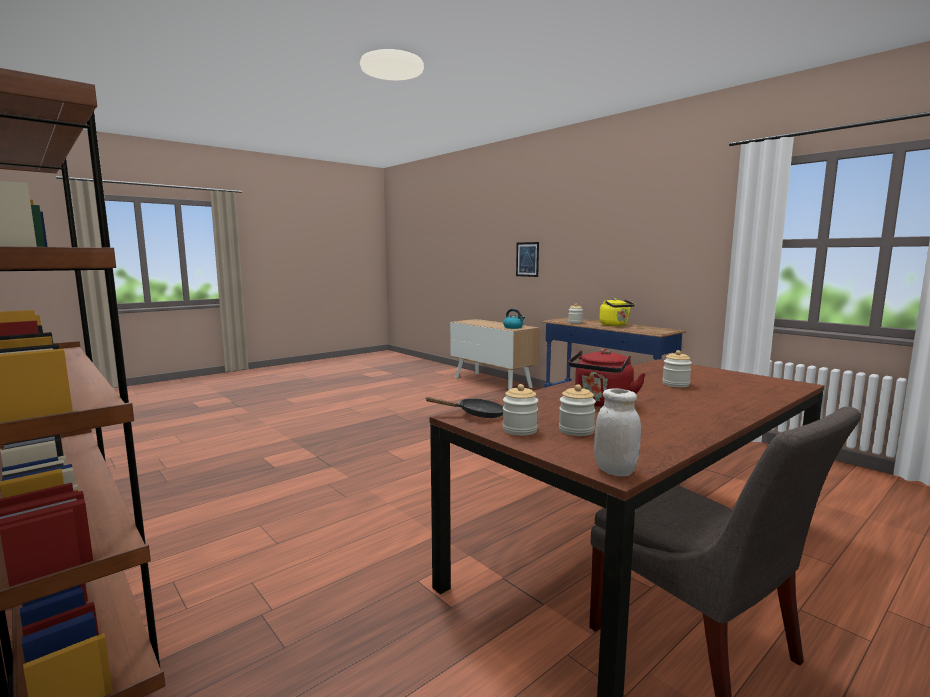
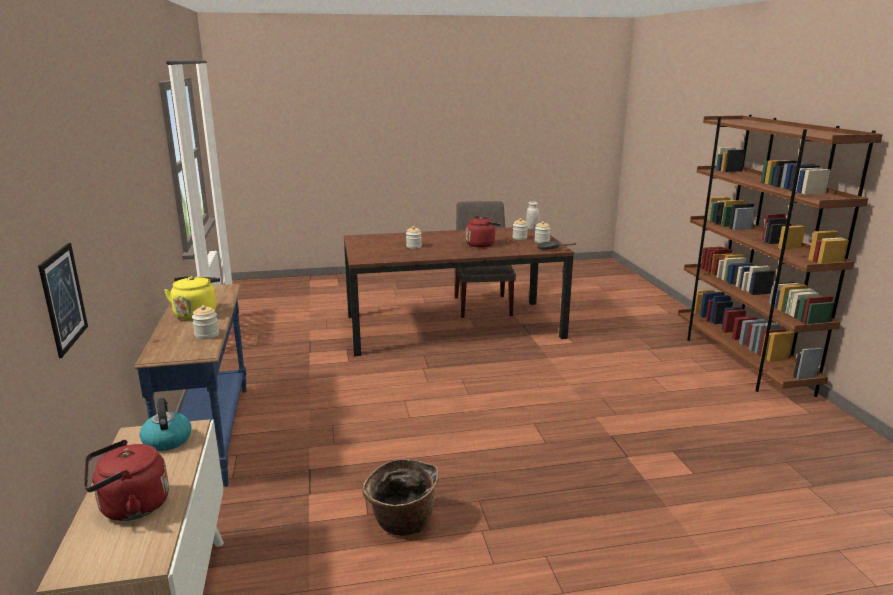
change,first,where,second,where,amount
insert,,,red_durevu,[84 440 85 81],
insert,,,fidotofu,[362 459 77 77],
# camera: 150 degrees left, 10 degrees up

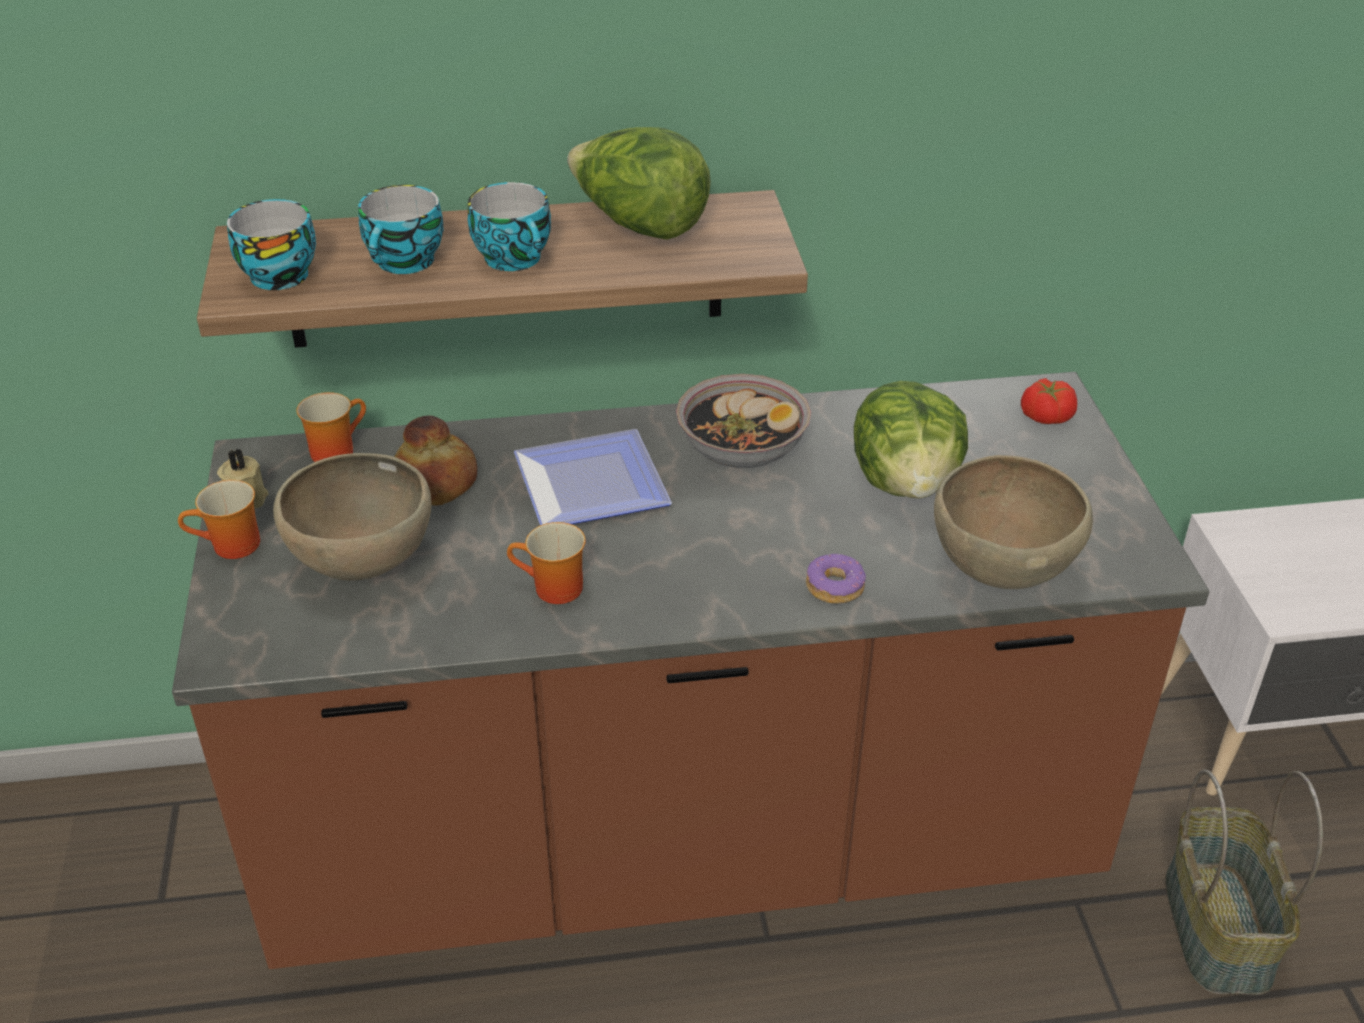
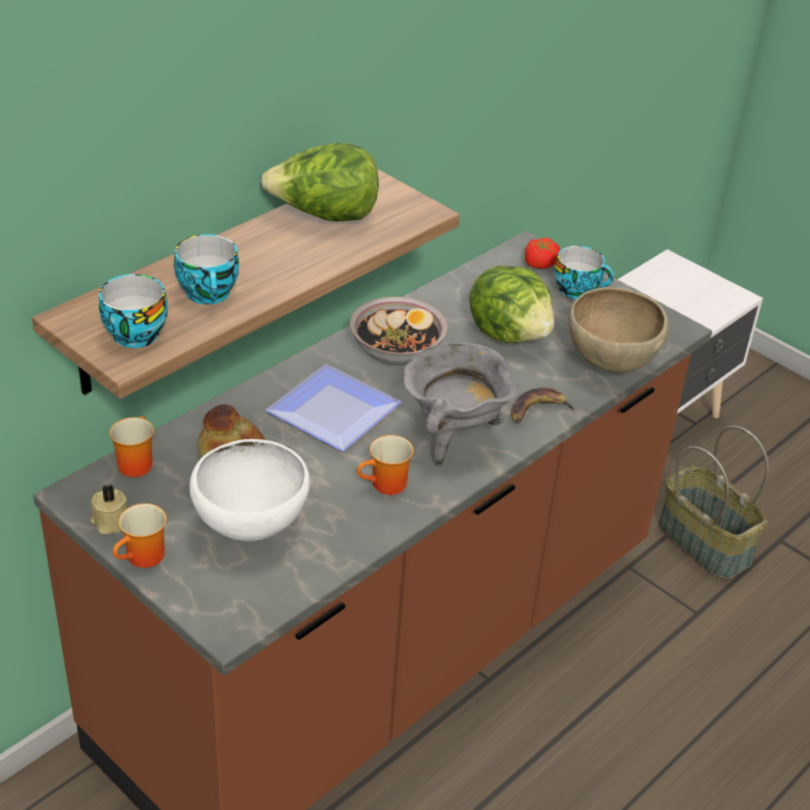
change,first,where,second,where,amount
recolor,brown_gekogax,[273 453 159 128],white_gekogax,[189 439 121 102],
move,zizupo,[468 182 83 89],,[554 246 60 54],
replace,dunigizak,[806 554 60 50],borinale,[511 388 65 35],
insert,,,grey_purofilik,[403 343 115 123],
# camera: 40 degrees left, 0 degrees up

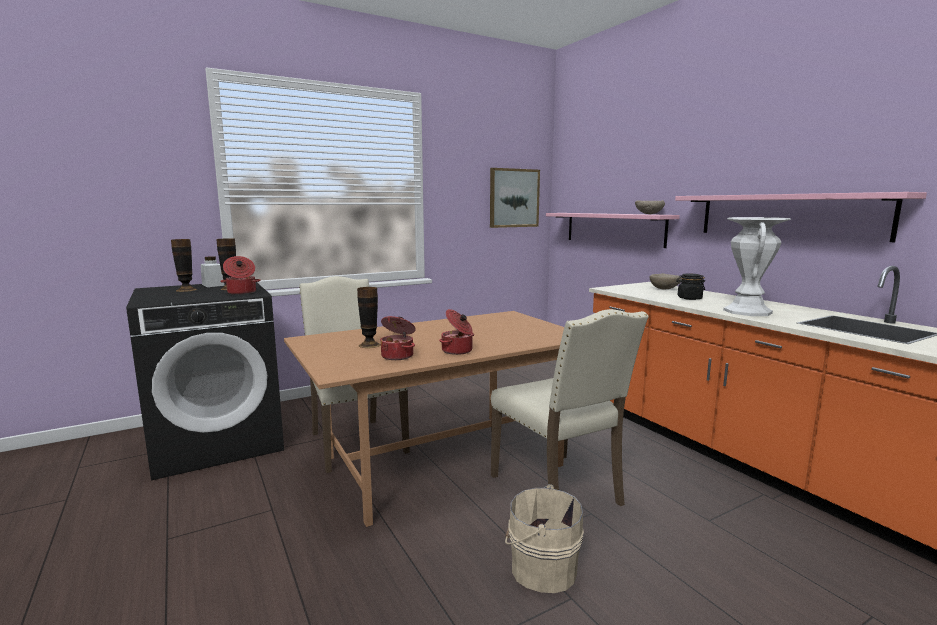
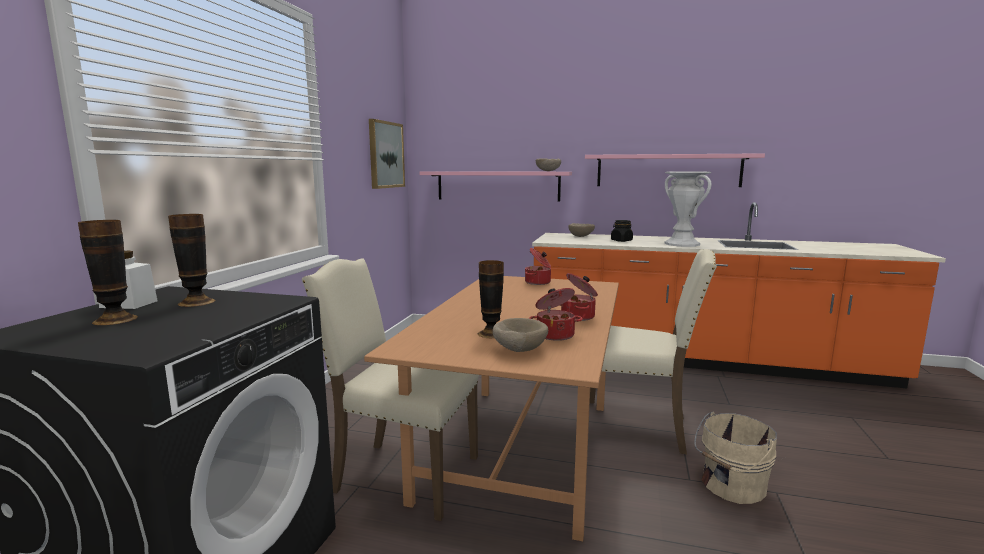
change,first,where,second,where,amount
move,purofilik,[220 256 41 39],,[525 248 26 37],
insert,,,beige_gekogax,[493 318 55 34],
# camera: 45 degrees left, 0 degrees up

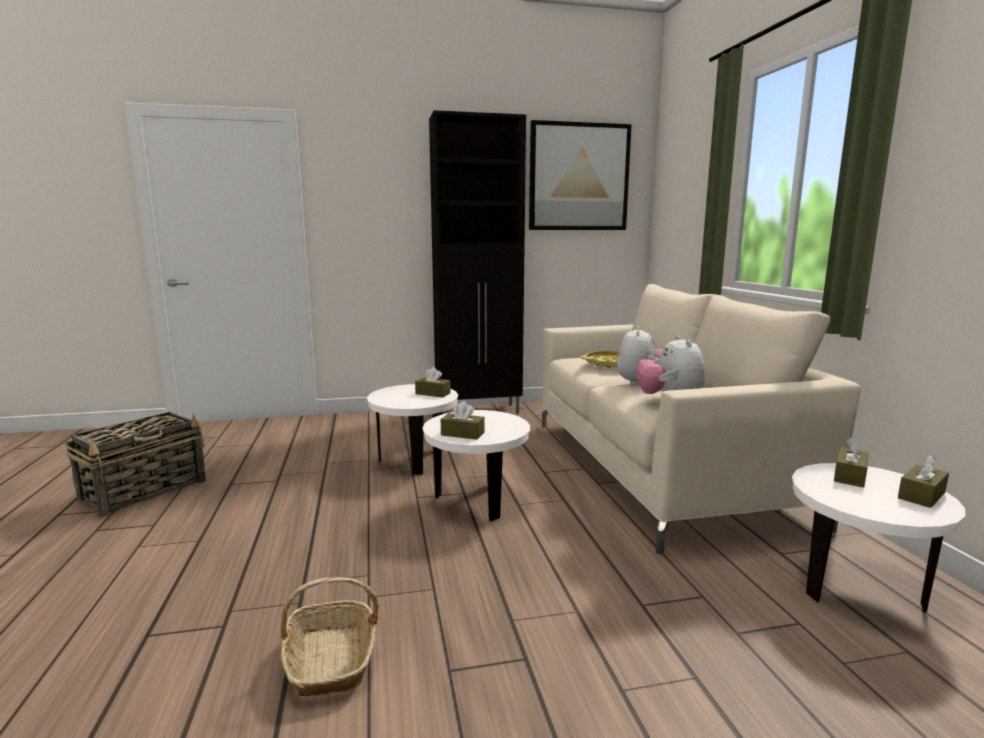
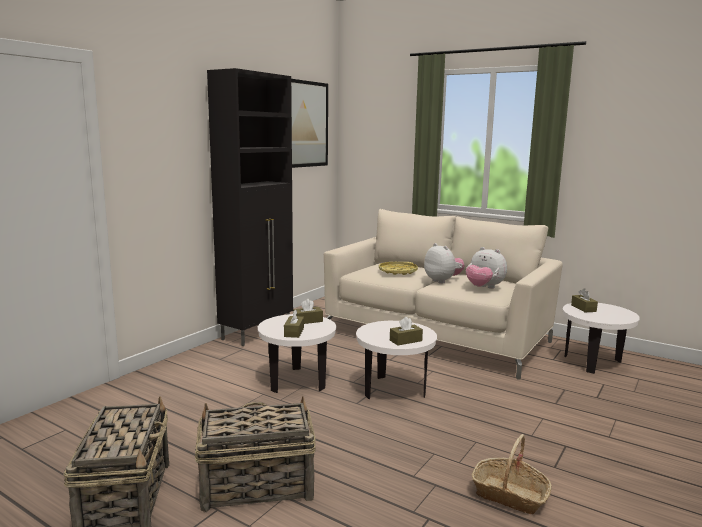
change,first,where,second,where,amount
move,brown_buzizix,[898 455 51 53],,[284 309 20 29],
insert,,,fidotofu,[195 396 121 116],
# camera: 45 degrees left, 0 degrees up

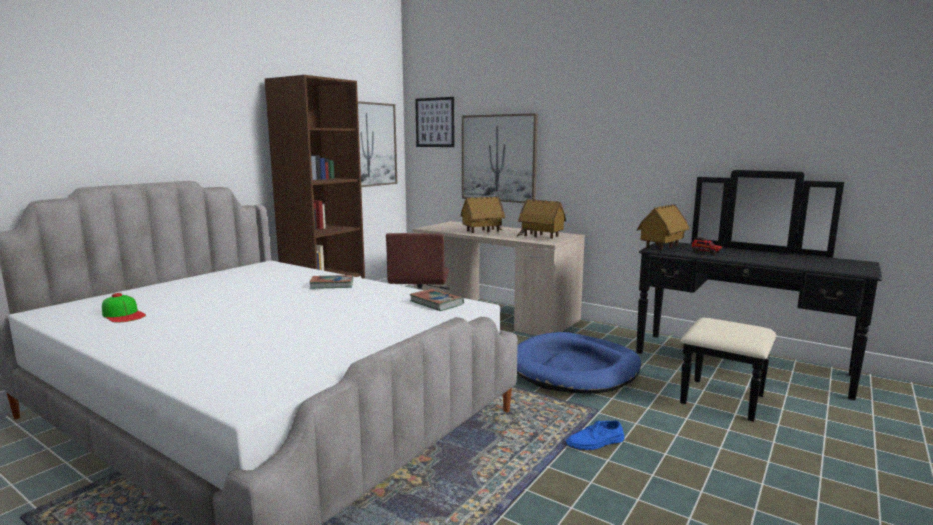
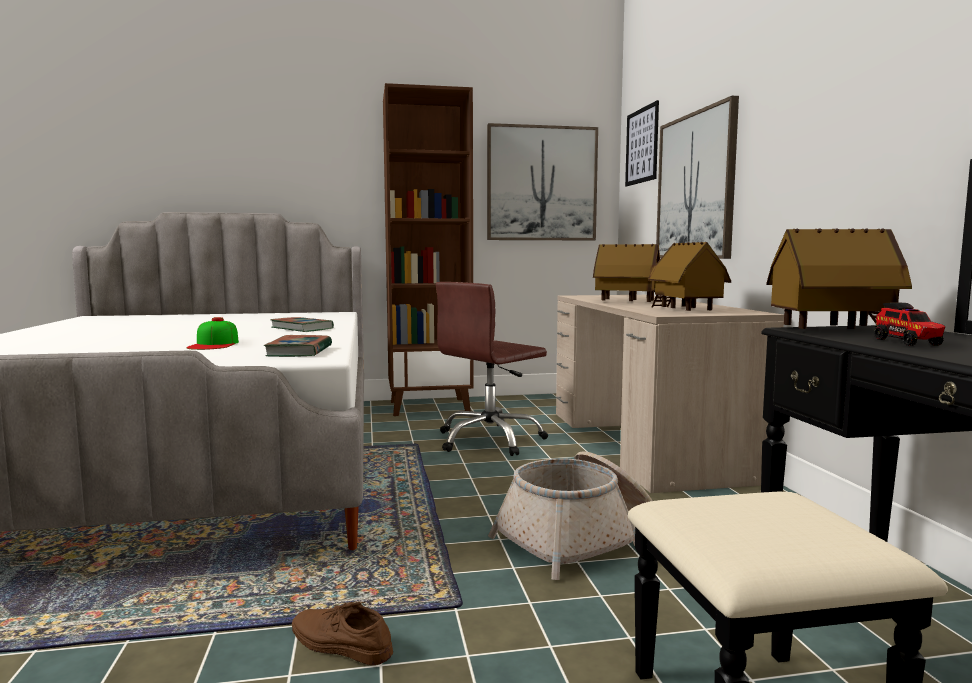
change,first,where,second,where,amount
move,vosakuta,[102 293 44 29],,[186 317 53 33],
replace,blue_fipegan,[517 332 124 61],fidotofu,[488 451 165 129],
recolor,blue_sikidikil,[565 419 59 31],brown_sikidikil,[292 602 101 63],
# camera: 45 degrees right, 5 degrees down

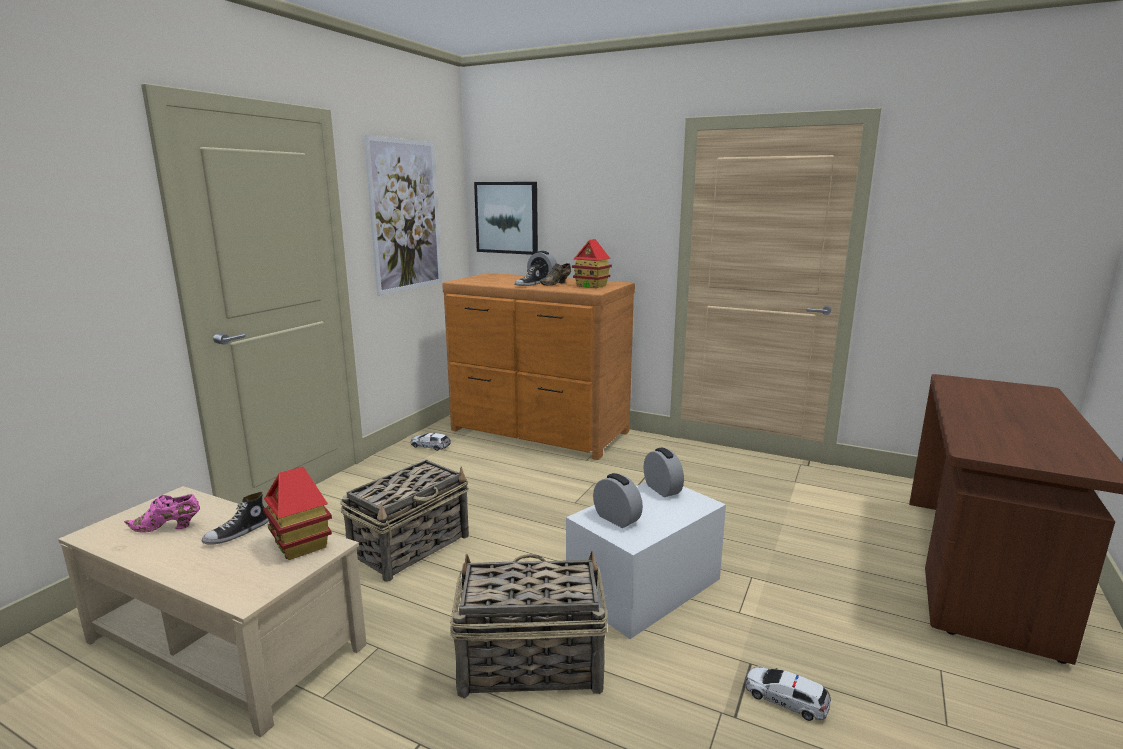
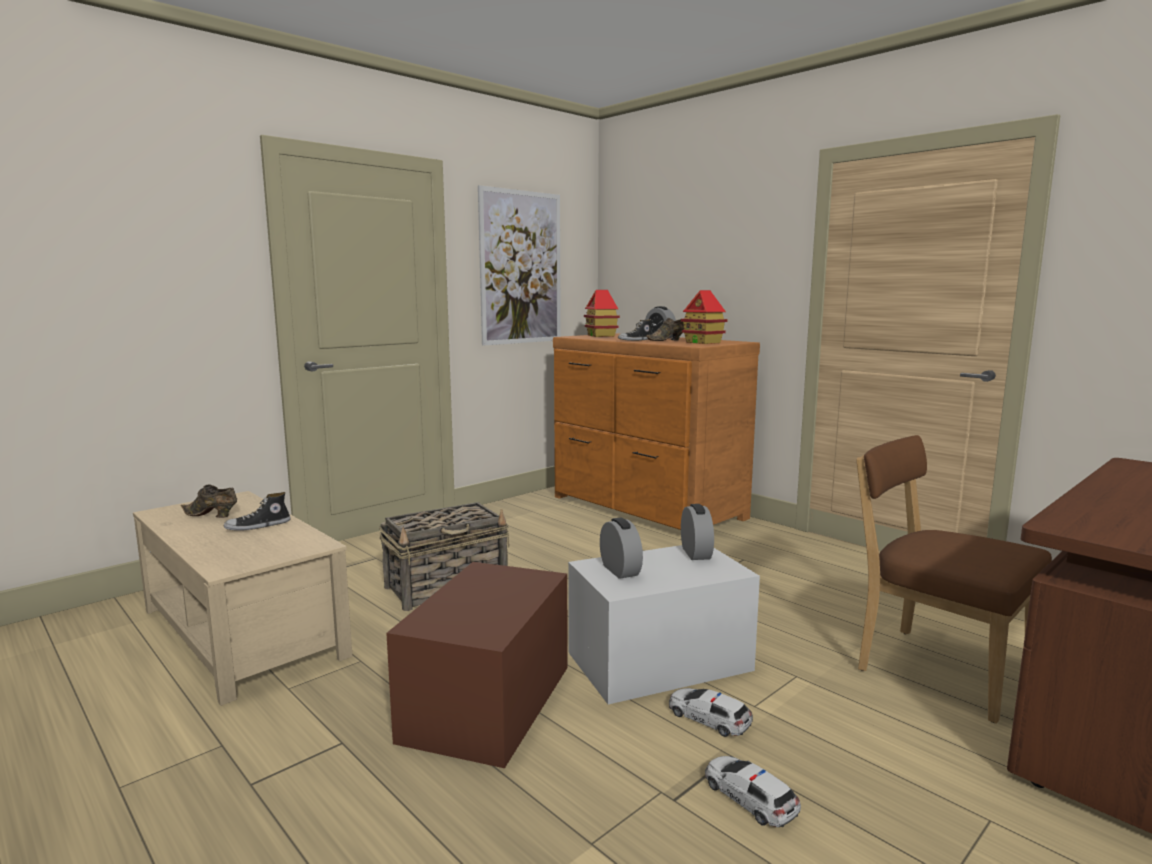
change,first,where,second,where,amount
recolor,pink_sikidikil,[124 494 76 39],brown_sikidikil,[181 484 56 34],
move,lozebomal,[263 467 69 93],,[584 290 36 47],
move,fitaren,[411 433 40 18],,[669 688 84 49],
replace,fidotofu,[450 551 157 148],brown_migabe,[386 562 182 206],
delete,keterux,[474 182 64 73],,,
insert,,,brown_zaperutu,[856 435 196 289],
# camera: 20 degrees right, 5 degrees down

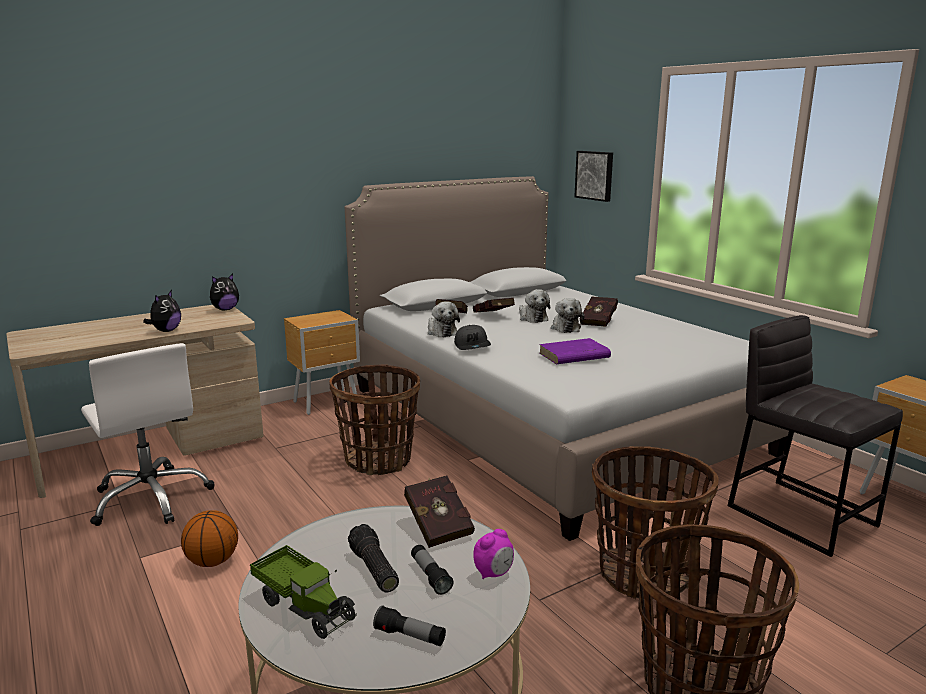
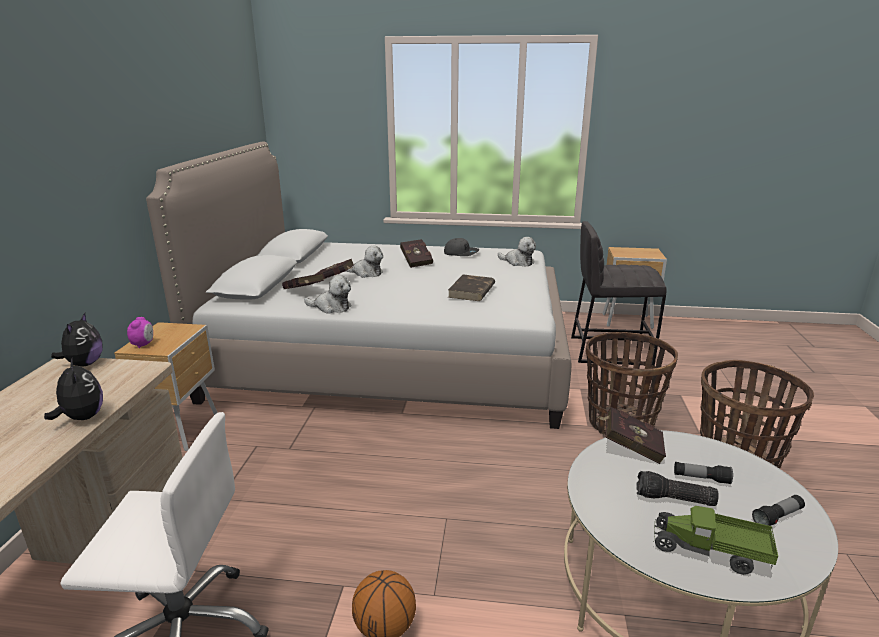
change,first,where,second,where,amount
rotate,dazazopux,[250 545 107 94],,[654 506 124 69],150 degrees counterclockwise
delete,fidotofu,[329 365 91 110],,,
move,grey_vosakuta,[454 325 37 25],,[444 238 35 18],
move,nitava,[473 529 41 50],,[127 317 26 31],
recolor,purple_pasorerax,[539 338 72 26],brown_pasorerax,[448 275 47 26],
move,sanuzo,[551 298 34 35],,[498 237 38 30],
delete,keterux,[574 151 39 51],,,
# camera: 50 degrees left, 5 degrees up

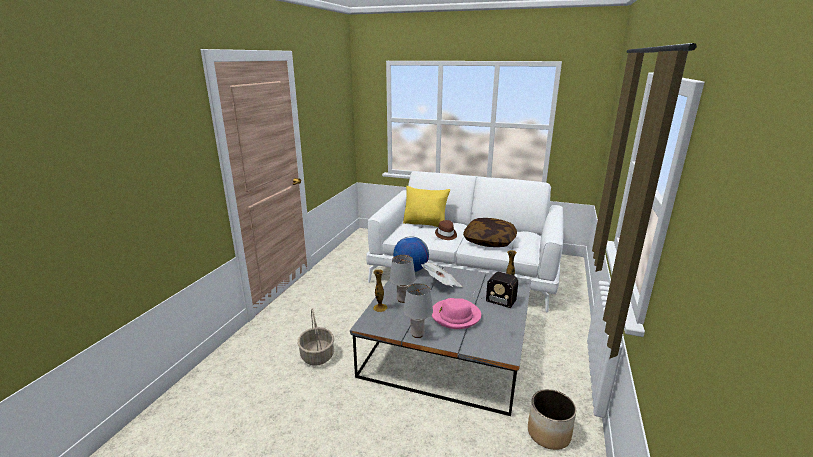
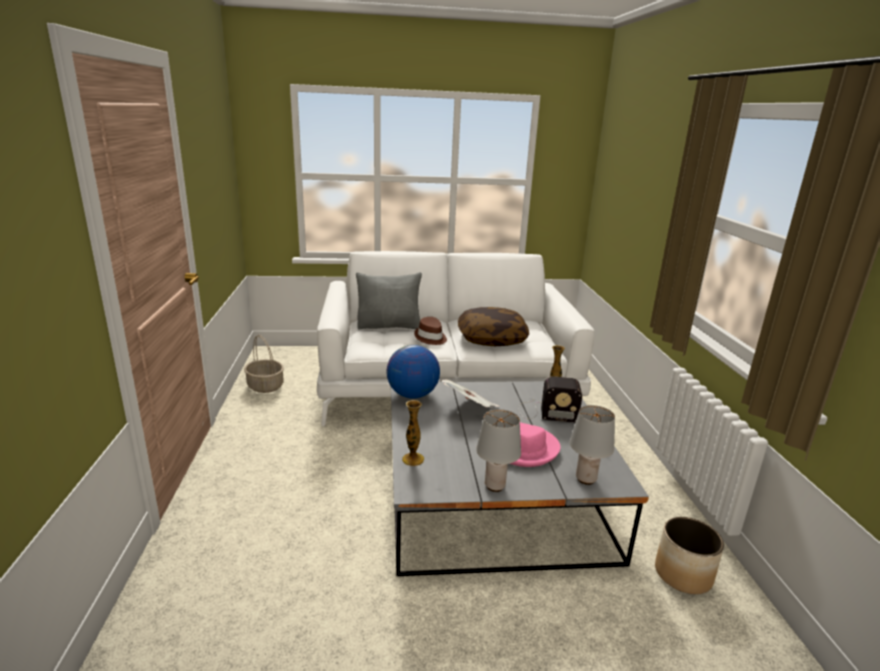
change,first,where,second,where,amount
move,fidotofu,[297 308 37 58],,[244 335 40 58],
move,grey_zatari,[390 255 26 48],,[570 405 45 80],
recolor,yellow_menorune,[403 186 47 41],grey_menorune,[356 272 66 57],
# camera: 25 degrees left, 0 degrees up

